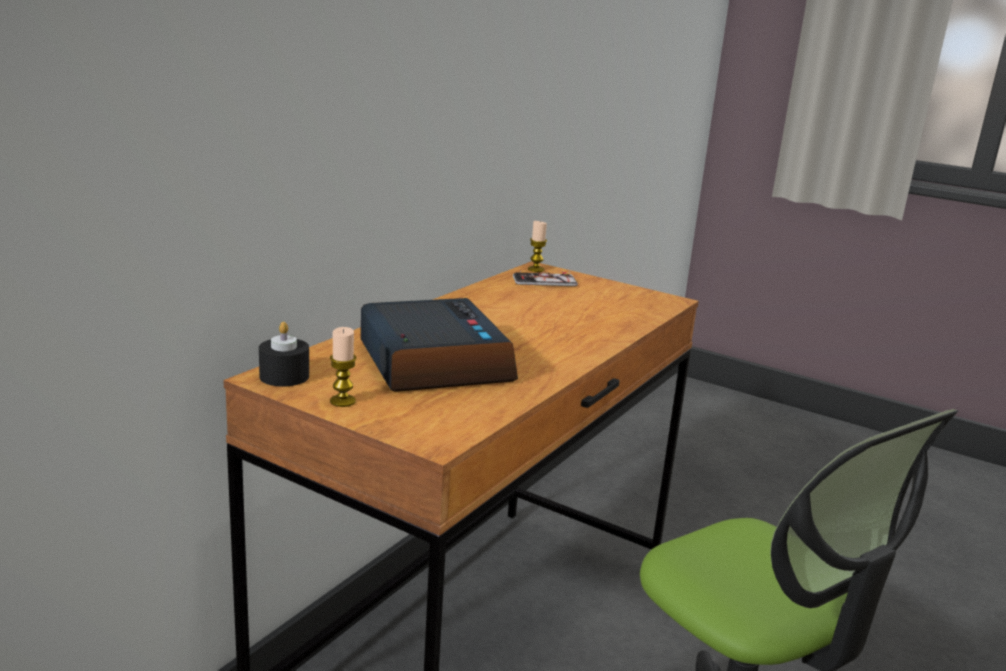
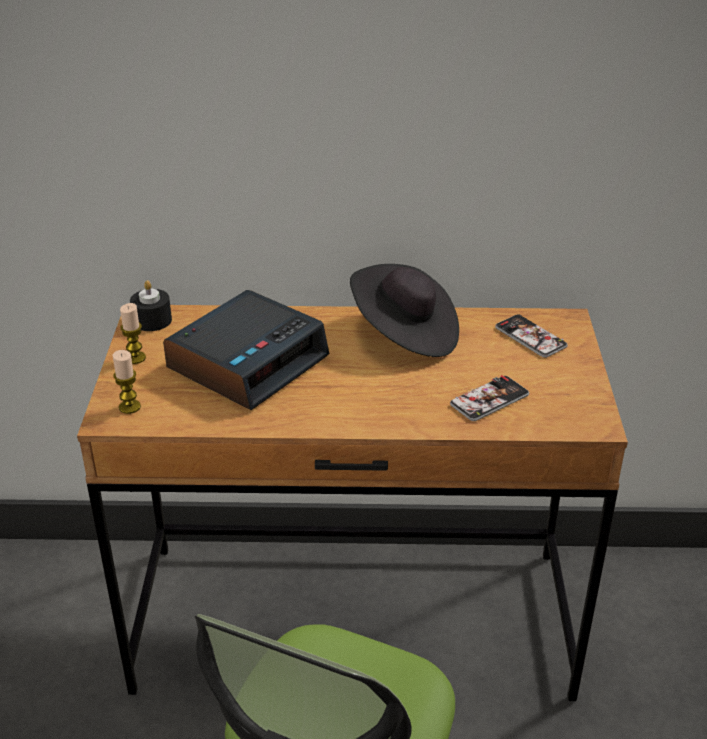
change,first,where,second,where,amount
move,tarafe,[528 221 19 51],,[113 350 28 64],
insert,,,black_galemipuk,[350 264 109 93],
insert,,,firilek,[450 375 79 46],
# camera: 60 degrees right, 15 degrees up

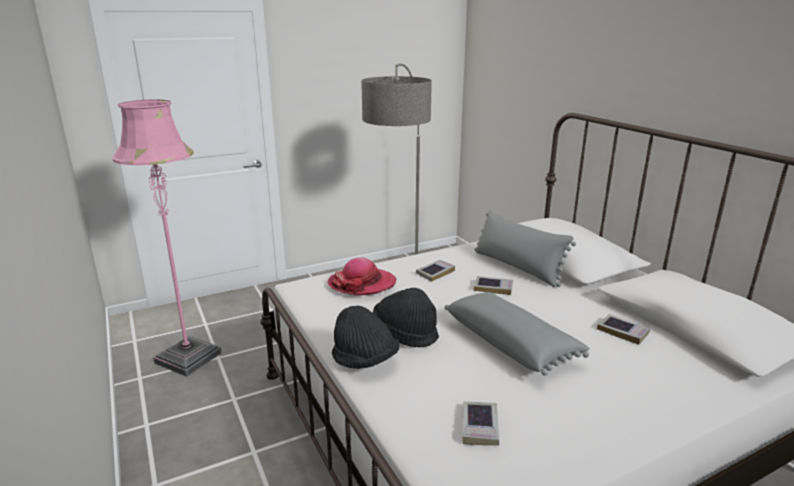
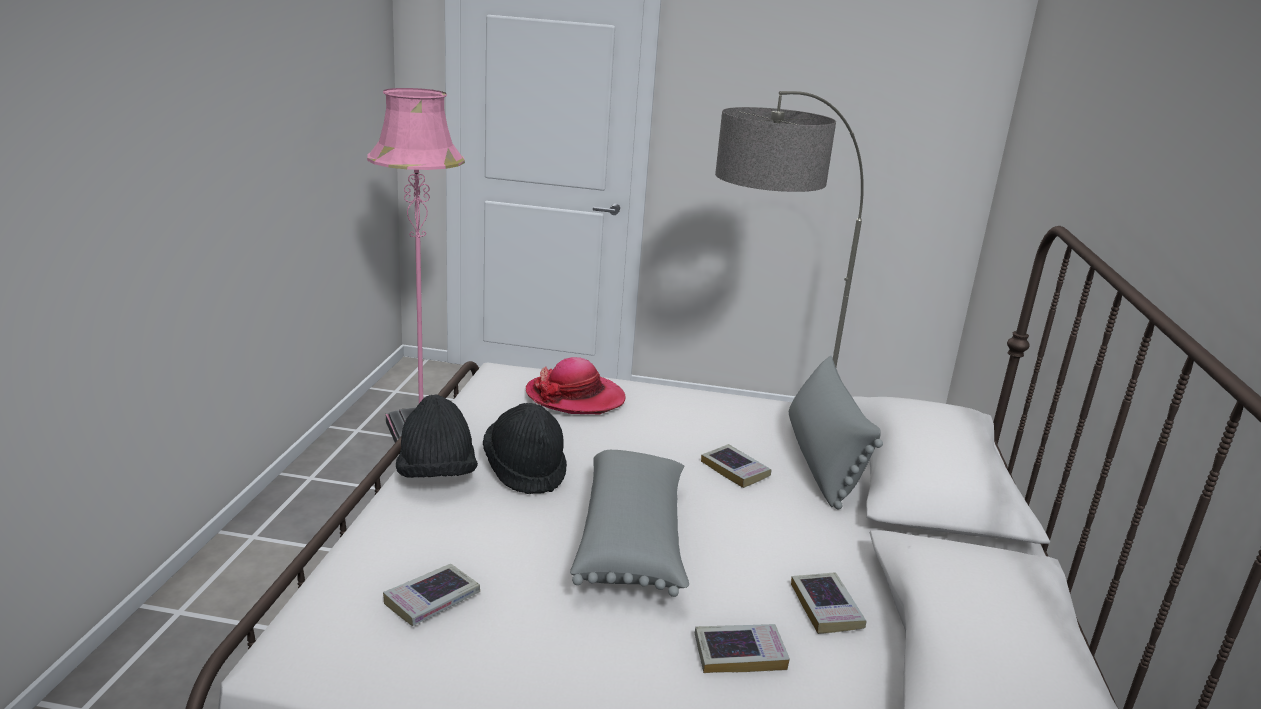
change,first,where,second,where,amount
move,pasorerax,[416 260 39 22],,[695 624 95 49],
# camera: 35 degrees right, 0 degrees up

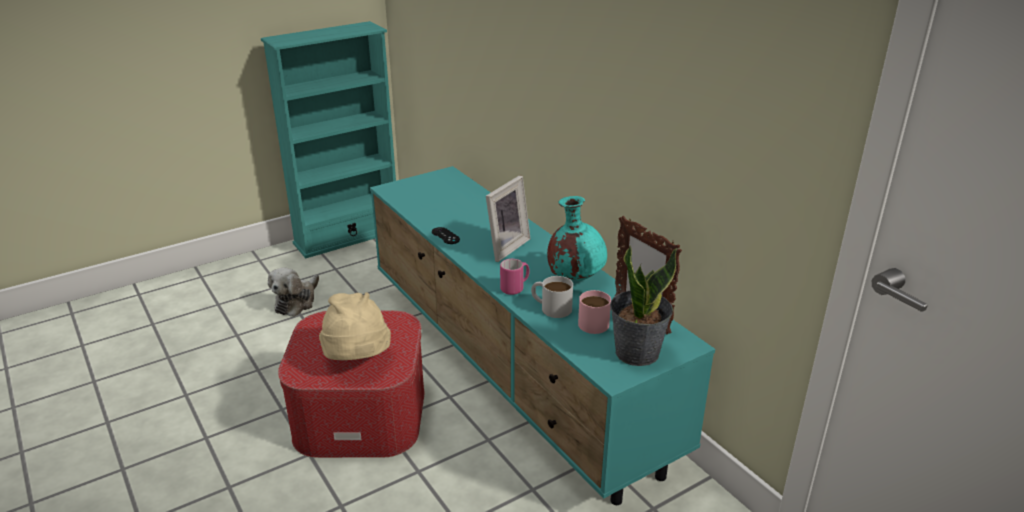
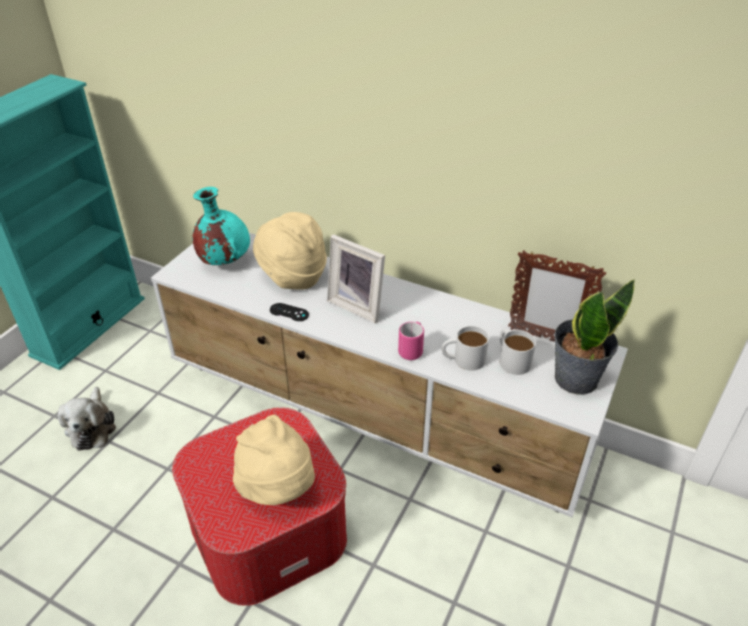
change,first,where,second,where,amount
recolor,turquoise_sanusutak,[370 166 345 339],white_sanusutak,[151 233 477 284],
rotate,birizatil,[486 175 45 87],,[327 234 58 89],120 degrees clockwise
move,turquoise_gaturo,[547 196 60 85],,[192 187 58 78],
recolor,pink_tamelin,[578 290 33 44],white_tamelin,[500 329 36 46],
insert,,,beige_galemipuk,[253 212 74 78],
# camera: 30 degrees left, 10 degrees up

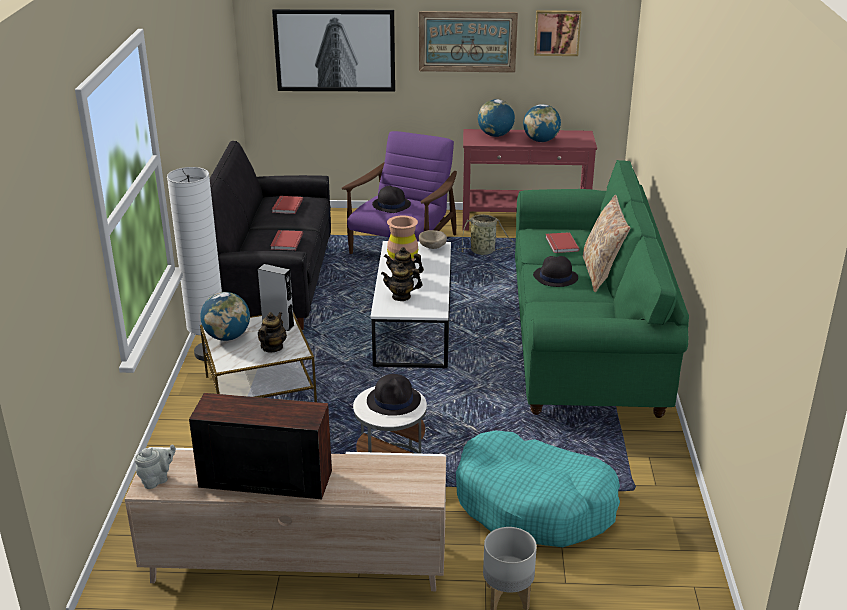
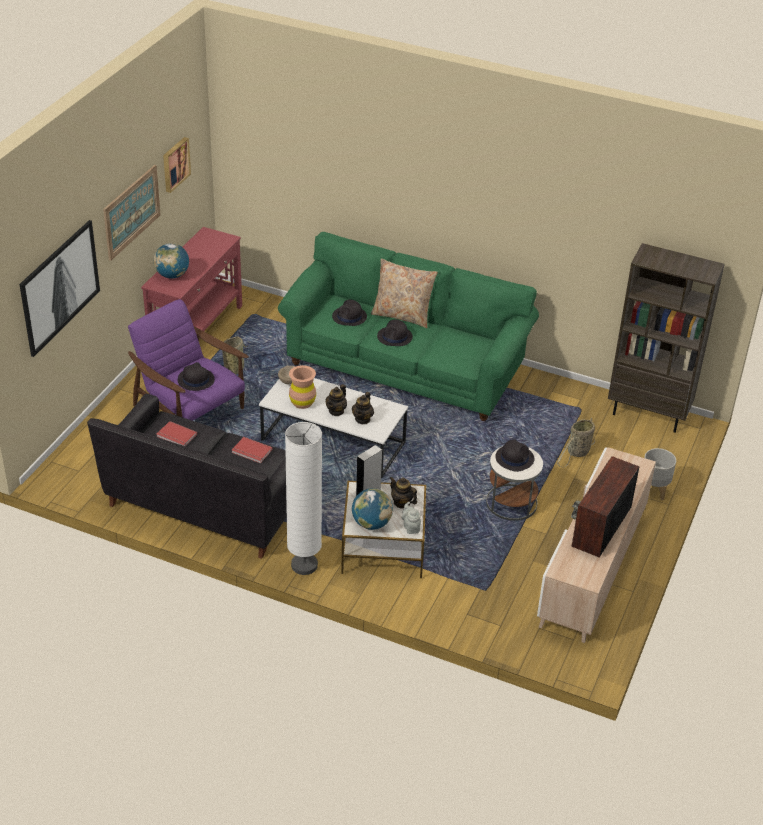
change,first,where,second,where,amount
move,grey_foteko,[134 445 42 44],,[402 502 19 32],
replace,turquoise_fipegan,[456 430 164 117],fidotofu,[557 418 38 49],
delete,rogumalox,[523 104 38 38],,,
replace,red_pasorerax,[545 232 34 21],black_galemipuk,[332 300 35 26],
insert,,,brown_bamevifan,[608 243 117 190],
# camera: 70 degrees left, 10 degrees up

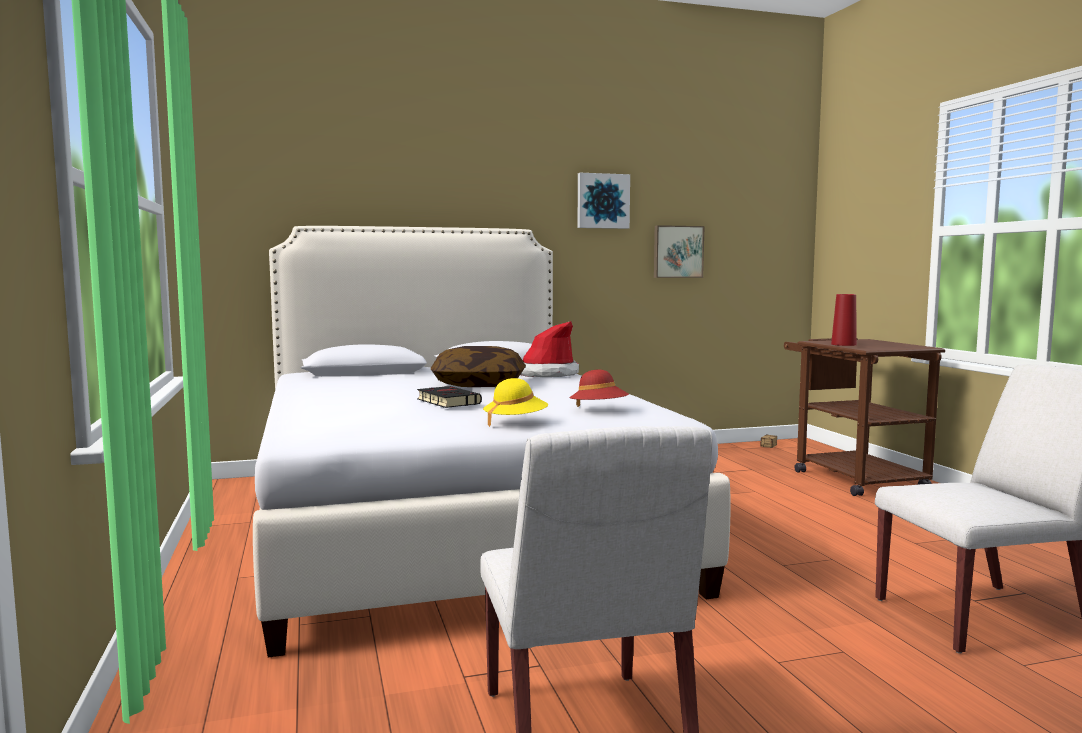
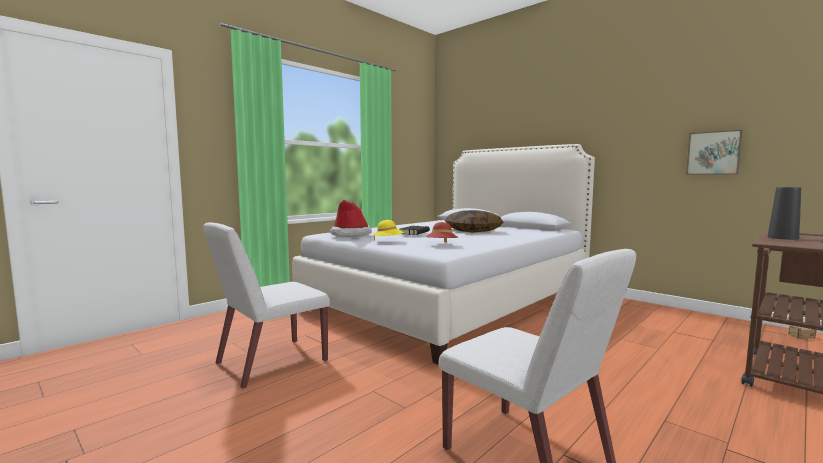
change,first,where,second,where,amount
move,galemipuk,[520 321 59 56],,[330 200 42 37],
delete,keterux,[578 173 52 56],,,
recolor,red_gaturo,[831 294 26 52],black_gaturo,[767 187 34 53],
# camera: 60 degrees right, 0 degrees up

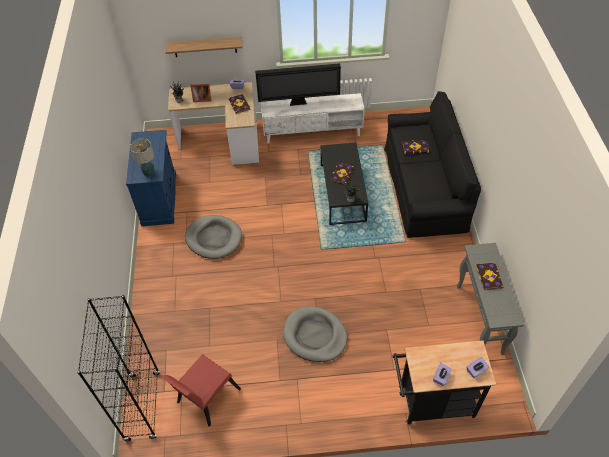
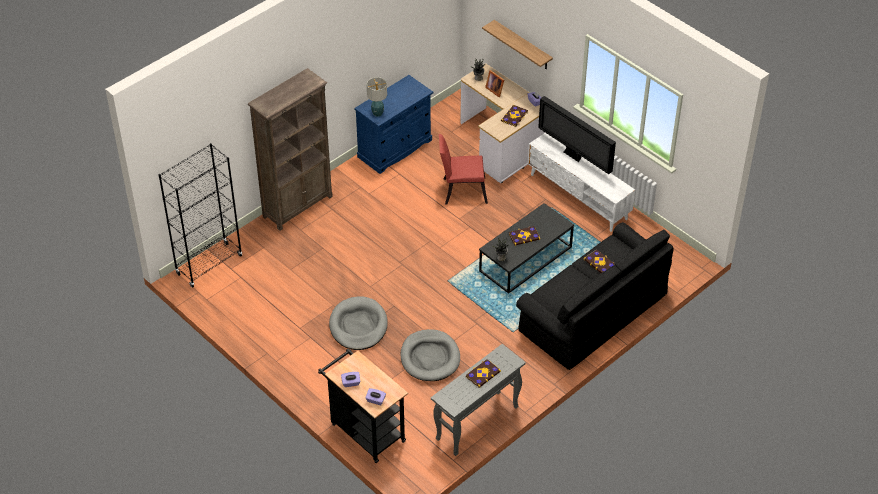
change,first,where,second,where,amount
move,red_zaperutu,[162 354 79 73],,[439 134 49 71],
move,grey_fipegan,[185 215 57 44],,[401 329 59 52],
insert,,,brown_bamevifan,[248 68 85 163],
# camera: 50 degrees right, 5 degrees down

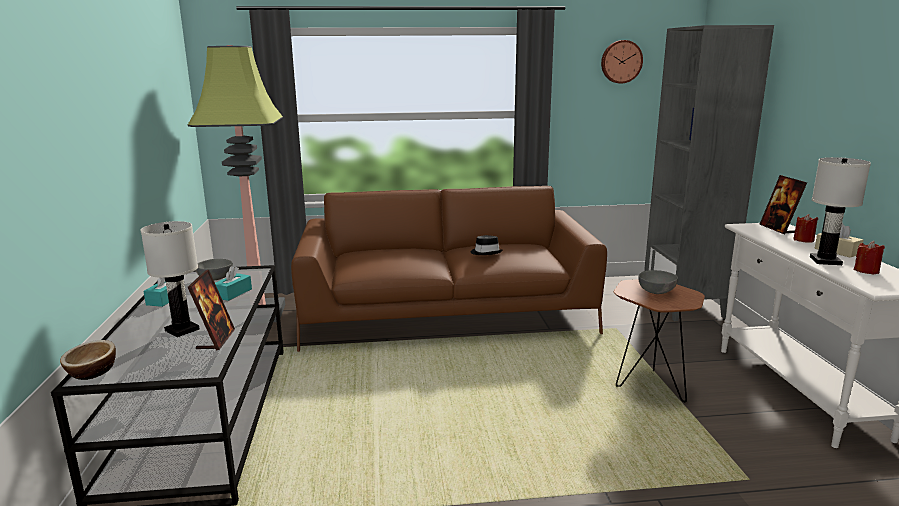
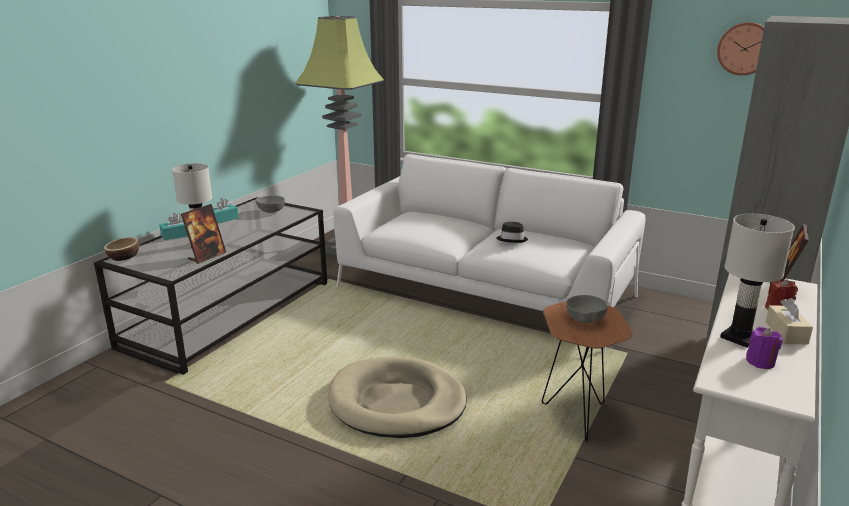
change,first,where,second,where,amount
move,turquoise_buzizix,[215 266 37 35],,[159 213 29 27],
recolor,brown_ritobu,[291 186 316 166],white_ritobu,[334 154 312 200],
recolor,red_tarafe,[854 241 31 33],purple_tarafe,[746 327 37 42],
insert,,,beige_fipegan,[328 356 139 82],
# camera: 35 degrees right, 5 degrees up

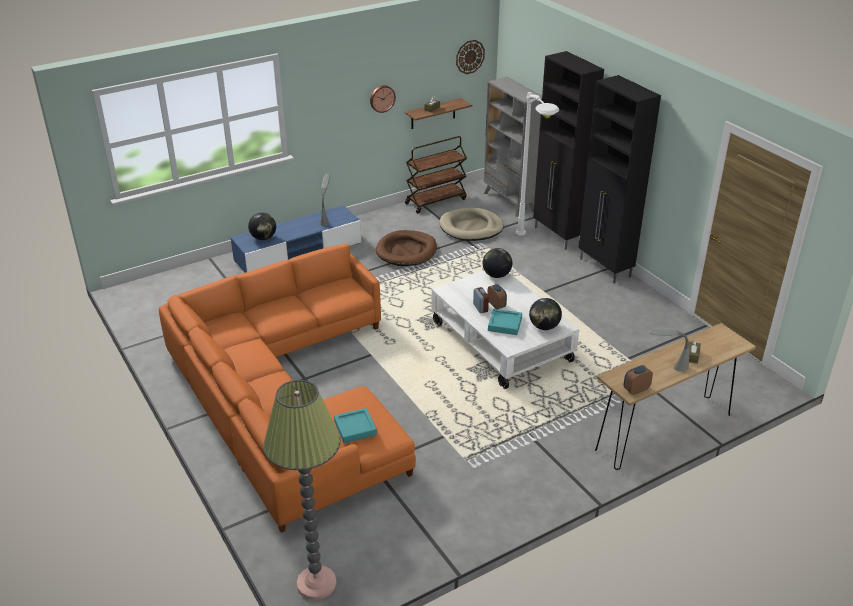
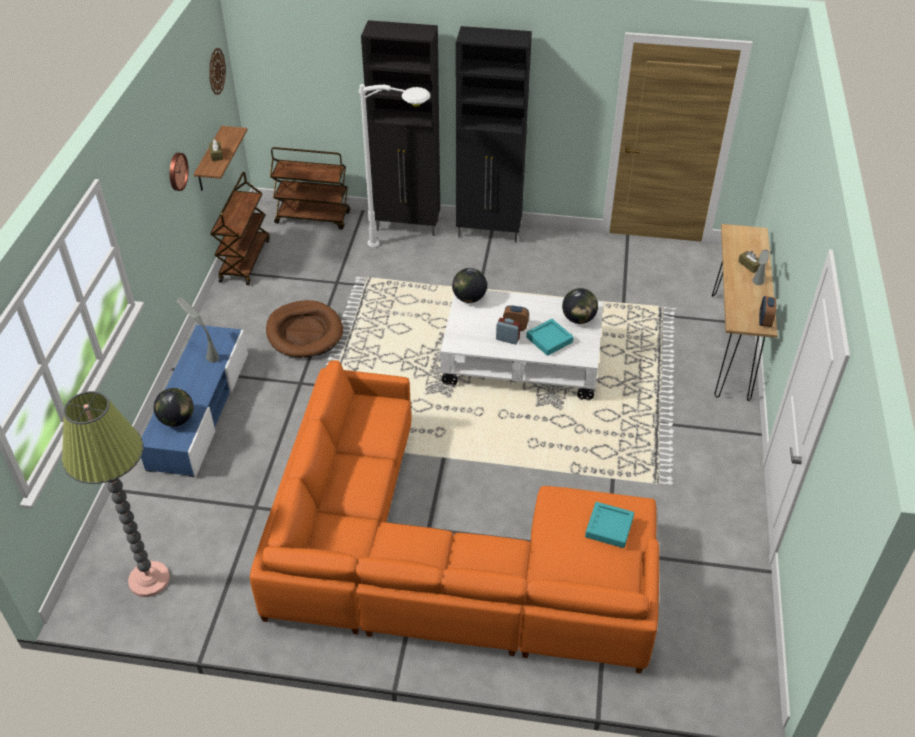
change,first,where,second,where,amount
move,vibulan,[264 380 77 220],,[62 391 108 206],
delete,beige_fipegan,[439 208 65 33],,,
replace,grey_bamevifan,[484 77 58 140],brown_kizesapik,[270 147 81 83],
# camera: 50 degrees left, 10 degrees up

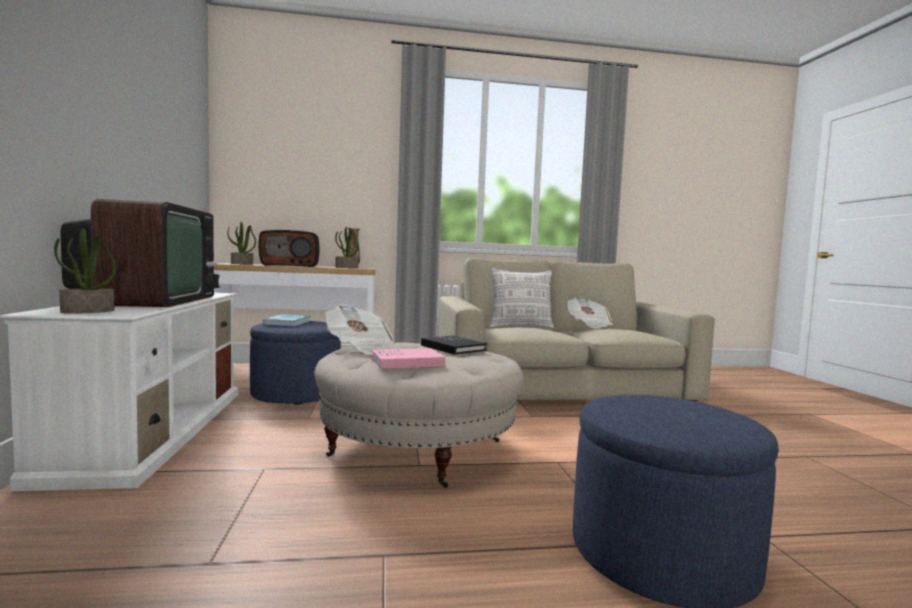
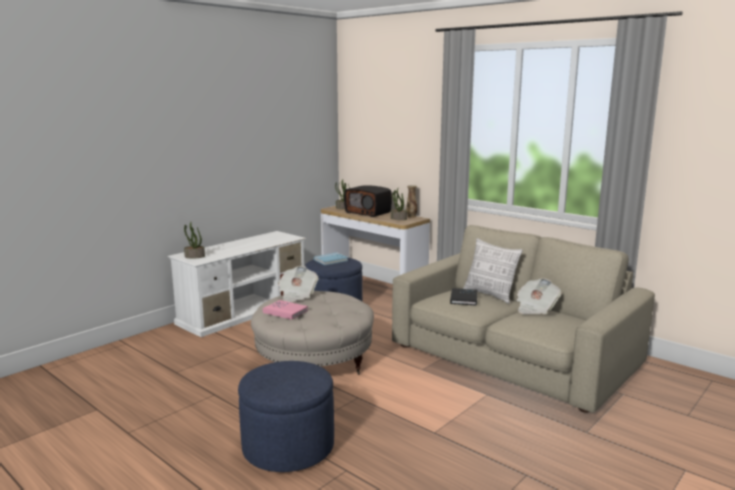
change,first,where,second,where,amount
delete,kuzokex,[61 199 159 108],,,
move,black_pasorerax,[421 335 66 20],,[450 288 27 18],
# camera: 50 degrees right, 10 degrees up

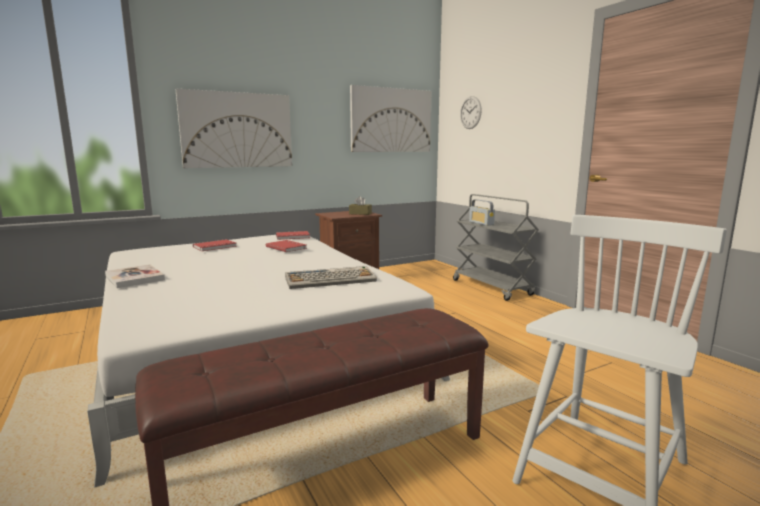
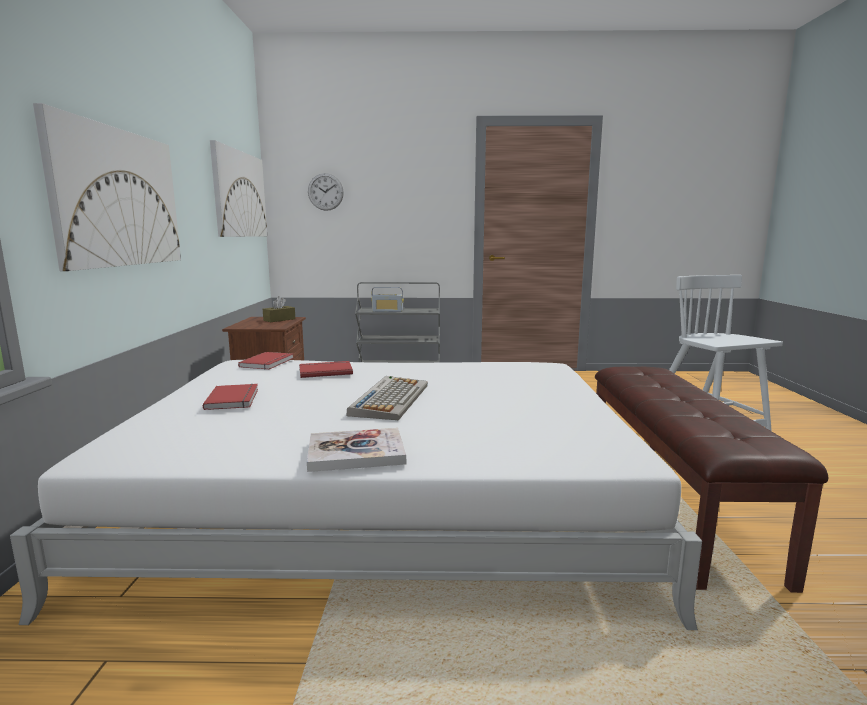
change,first,where,second,where,amount
move,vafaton,[285 266 92 23],,[347 376 81 44],
# camera: 60 degrees left, 0 degrees up

